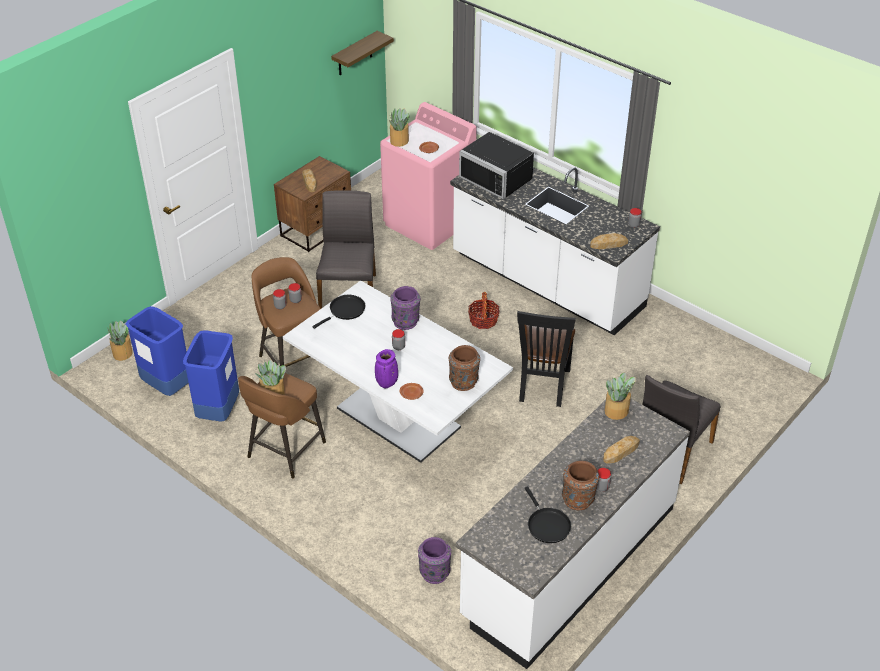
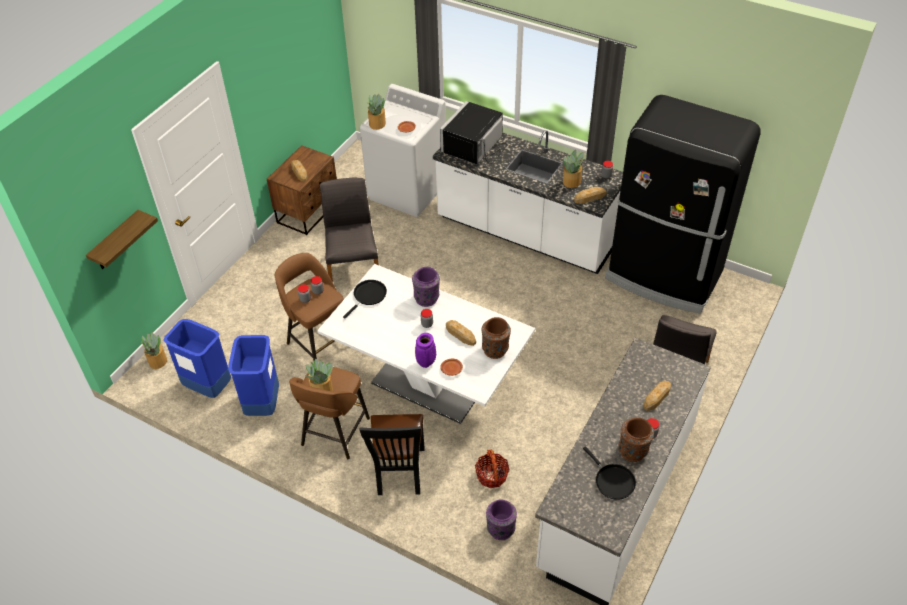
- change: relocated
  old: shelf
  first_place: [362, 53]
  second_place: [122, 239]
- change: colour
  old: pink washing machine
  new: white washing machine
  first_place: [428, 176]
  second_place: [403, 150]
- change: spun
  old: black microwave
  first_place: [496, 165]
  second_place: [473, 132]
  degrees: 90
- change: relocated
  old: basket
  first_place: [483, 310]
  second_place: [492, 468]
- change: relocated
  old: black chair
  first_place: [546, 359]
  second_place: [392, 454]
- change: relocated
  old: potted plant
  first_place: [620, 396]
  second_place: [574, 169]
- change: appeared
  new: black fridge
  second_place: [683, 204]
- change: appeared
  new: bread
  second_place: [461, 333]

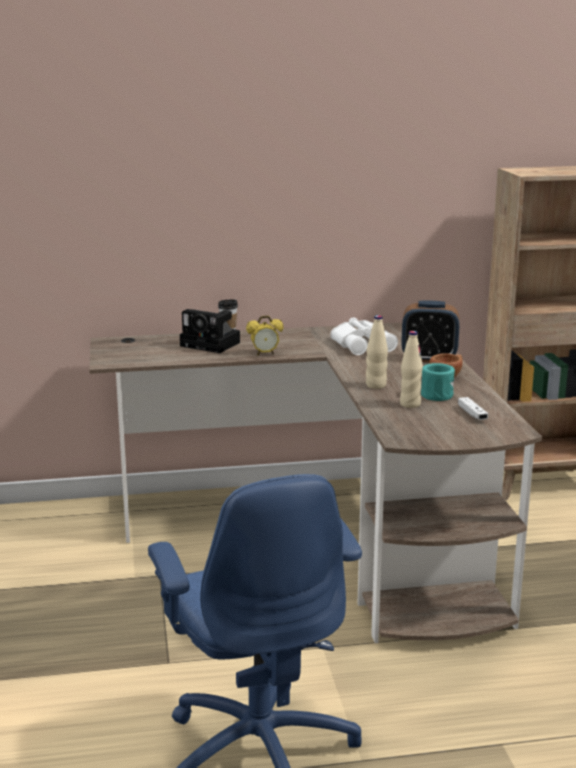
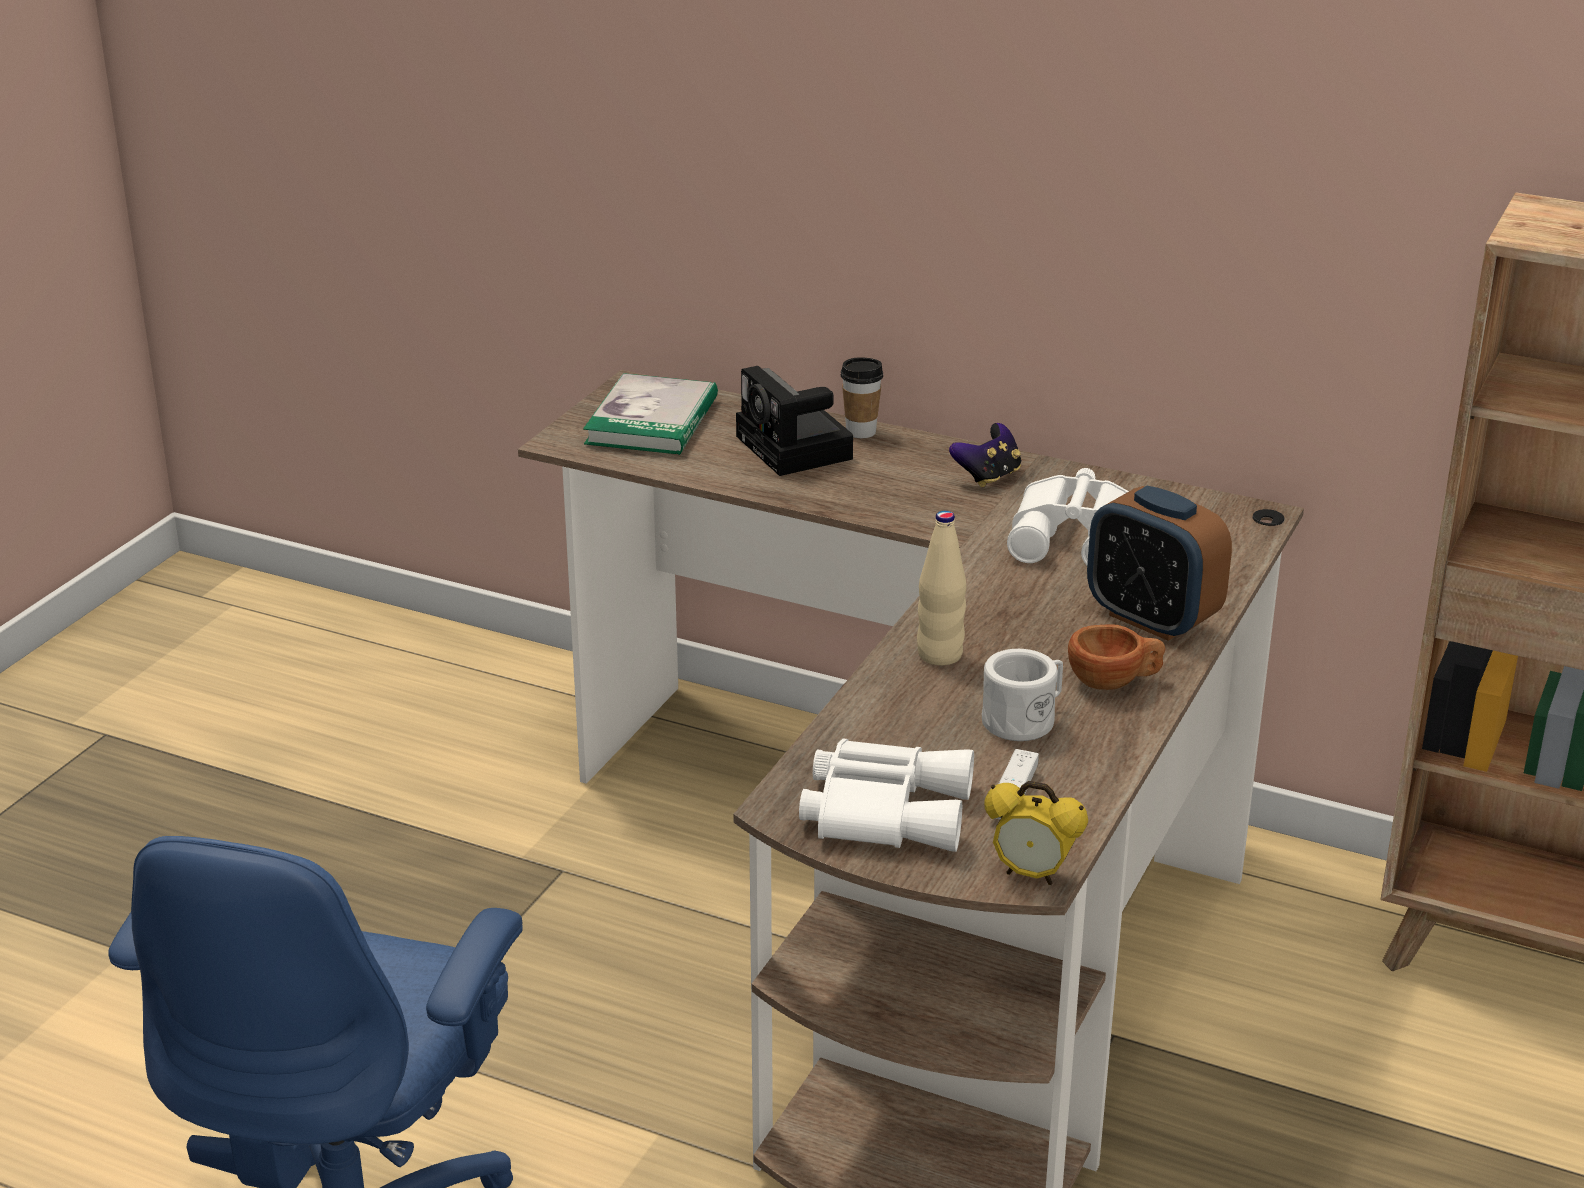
- change: relocated
  old: alarm clock
  first_place: [265, 335]
  second_place: [1036, 833]
- change: missing
  old: beige bottle
  first_place: [411, 369]
- change: colour
  old: turquoise mug
  new: white mug
  first_place: [438, 382]
  second_place: [1022, 695]
- change: appeared
  new: book
  second_place: [650, 414]
- change: appeared
  new: game controller
  second_place: [985, 455]
- change: appeared
  new: white binoculars
  second_place: [886, 795]

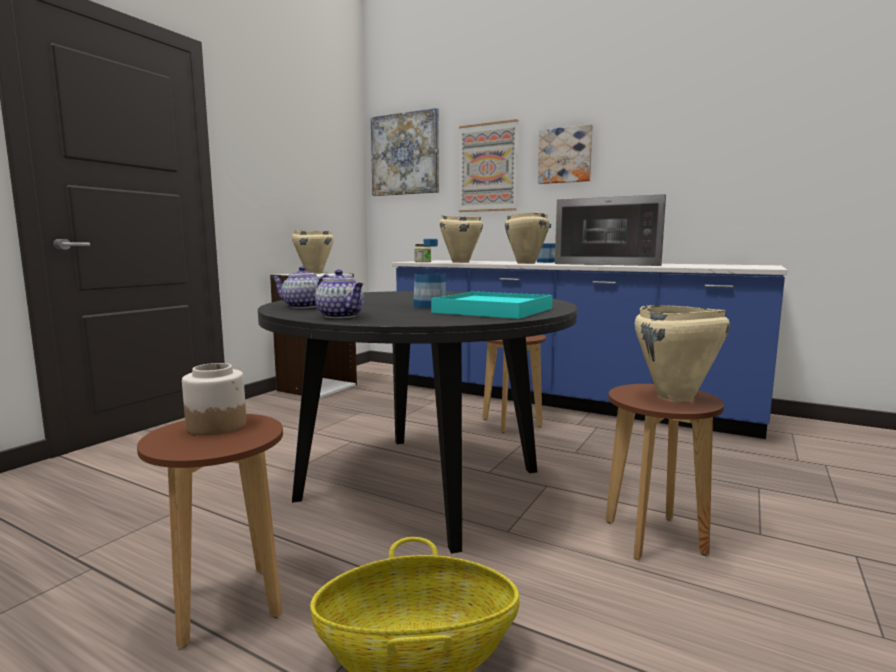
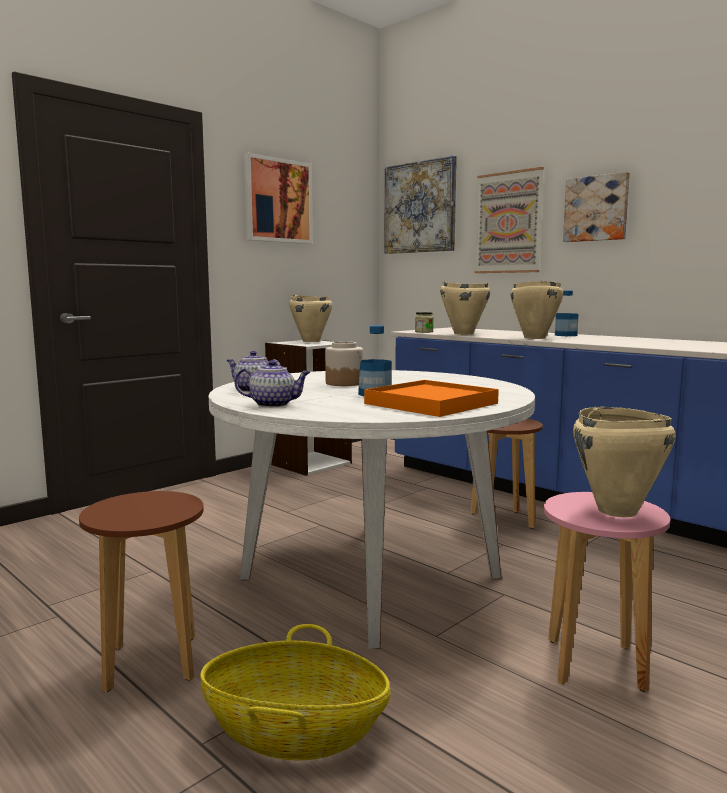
- change: missing
  old: microwave
  first_place: [610, 230]
- change: spun
  old: teapot
  first_place: [339, 294]
  second_place: [272, 383]
  degrees: -60
- change: colour
  old: black dining table
  new: white dining table
  first_place: [417, 422]
  second_place: [372, 509]
- change: colour
  old: turquoise tray
  new: orange tray
  first_place: [492, 305]
  second_place: [431, 398]
- change: relocated
  old: jar
  first_place: [214, 399]
  second_place: [344, 363]
- change: colour
  old: brown stool
  new: pink stool
  first_place: [664, 472]
  second_place: [607, 592]
- change: appeared
  new: picture
  second_place: [278, 198]

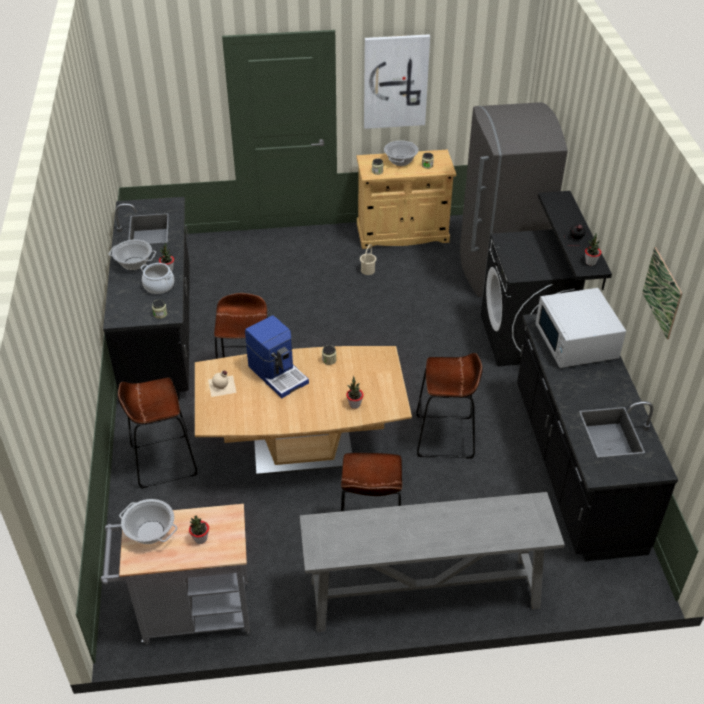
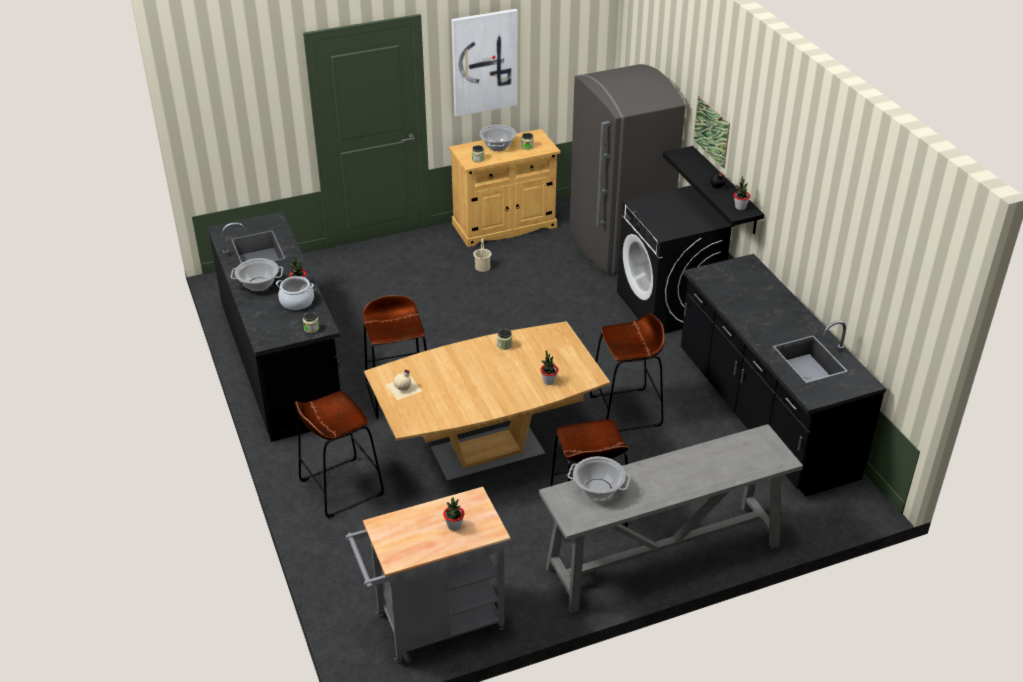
- change: relocated
  old: picture
  first_place: [662, 293]
  second_place: [712, 132]
- change: missing
  old: white microwave
  first_place: [581, 328]
- change: missing
  old: coffee machine
  first_place: [277, 356]
- change: relocated
  old: cooking pot
  first_place: [148, 521]
  second_place: [599, 477]

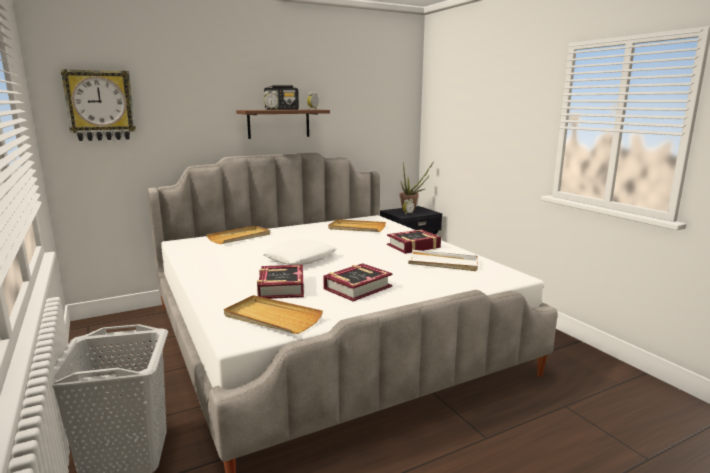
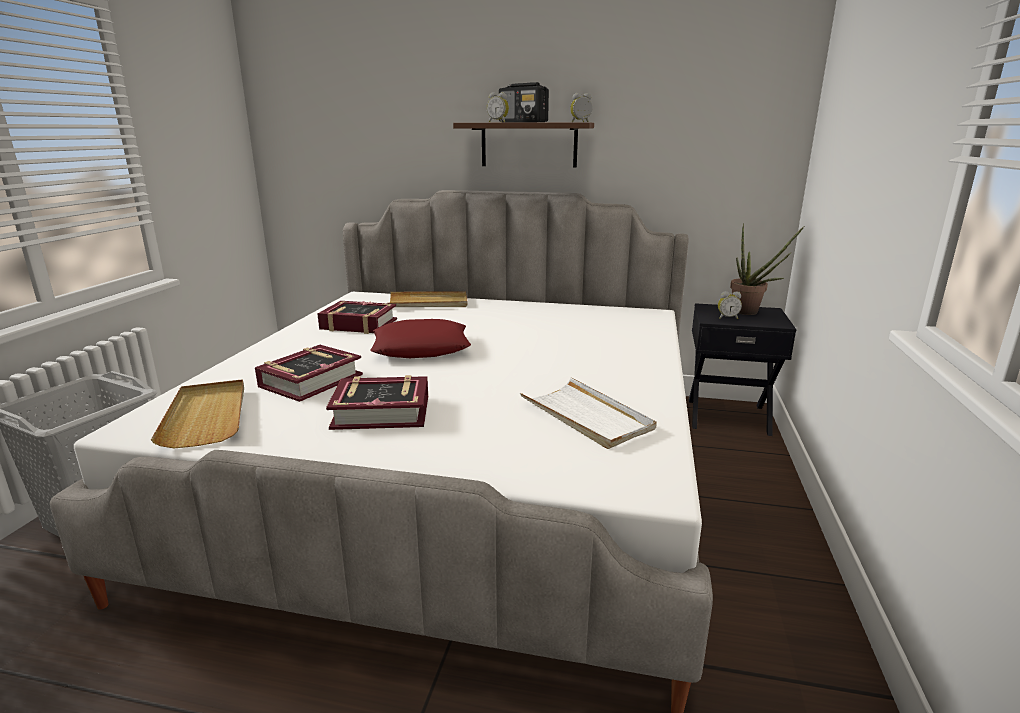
- change: missing
  old: wall clock
  first_place: [98, 105]
- change: missing
  old: beige tray
  first_place: [357, 225]
- change: relocated
  old: book
  first_place: [414, 241]
  second_place: [357, 317]
- change: colour
  old: white pillow
  new: red pillow
  first_place: [299, 252]
  second_place: [420, 338]

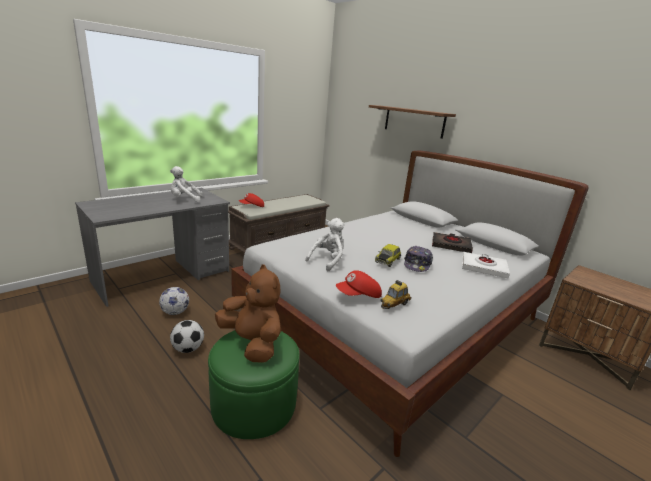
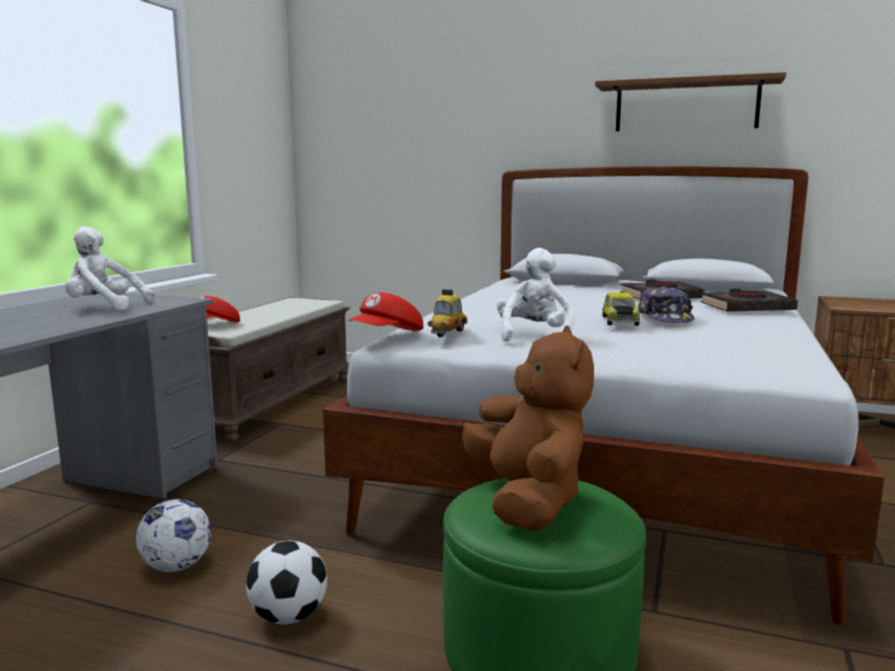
- change: relocated
  old: brown shelf
  first_place: [412, 122]
  second_place: [690, 101]
- change: spun
  old: white plush toy
  first_place: [186, 184]
  second_place: [109, 268]
  degrees: 45
- change: colour
  old: white book
  new: black book
  first_place: [486, 265]
  second_place: [749, 300]
- change: spun
  old: brown plush toy
  first_place: [248, 313]
  second_place: [528, 428]
  degrees: 60
- change: relocated
  old: red cap
  first_place: [359, 284]
  second_place: [386, 311]
- change: relocated
  old: toy car
  first_place: [396, 294]
  second_place: [447, 313]

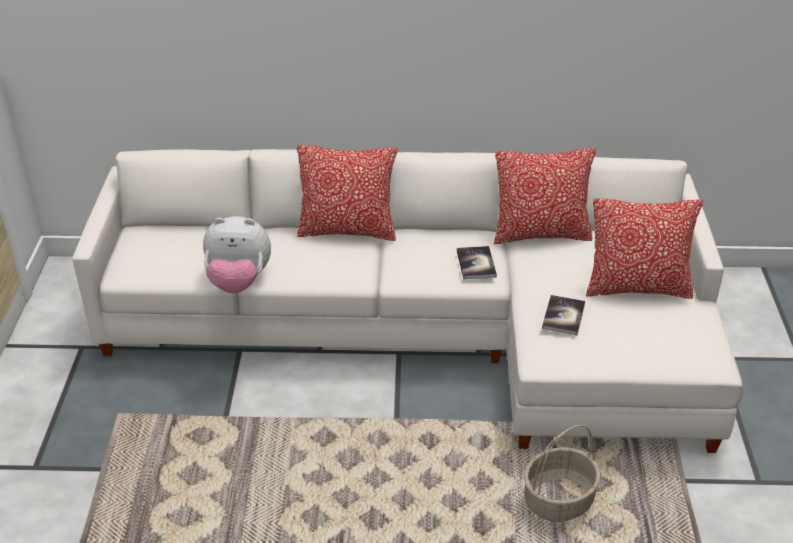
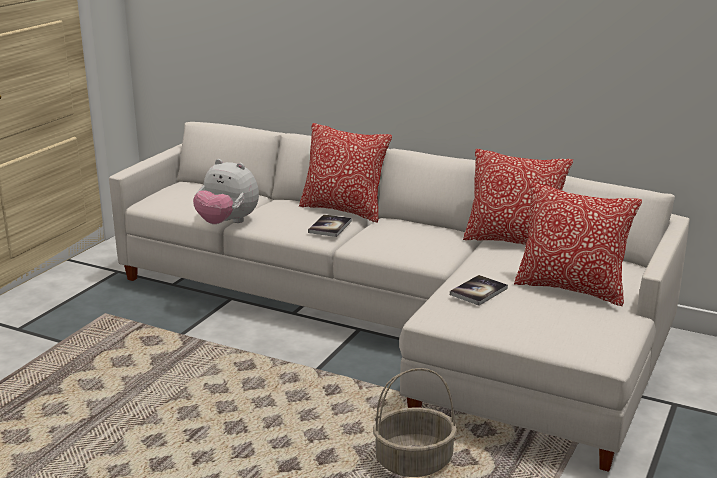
- change: relocated
  old: book
  first_place: [477, 263]
  second_place: [330, 225]

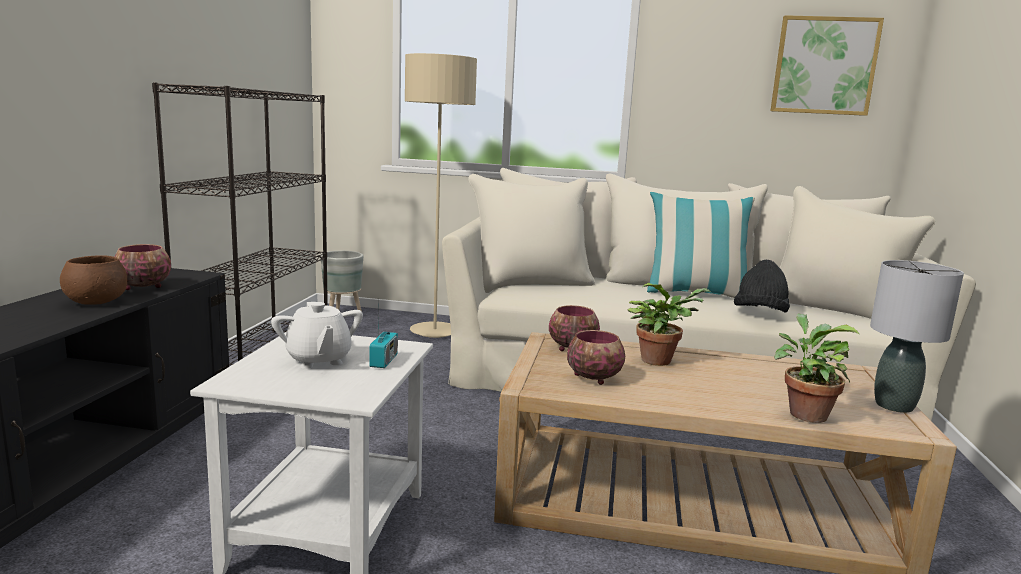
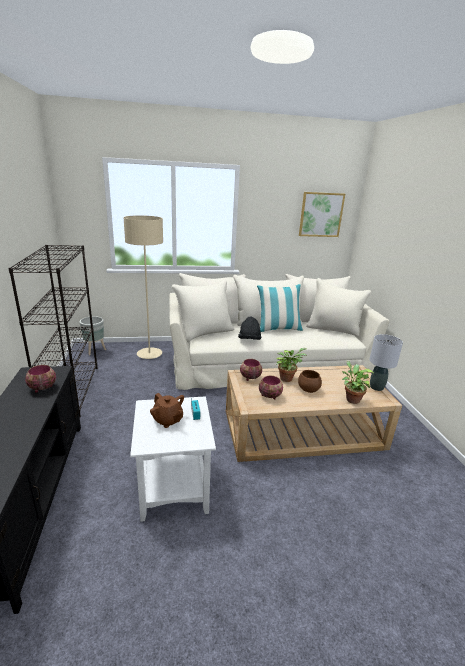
- change: relocated
  old: brown bowl
  first_place: [93, 280]
  second_place: [310, 381]
- change: relocated
  old: black hat
  first_place: [762, 286]
  second_place: [249, 328]
- change: colour
  old: white teapot
  new: brown teapot
  first_place: [317, 335]
  second_place: [167, 410]

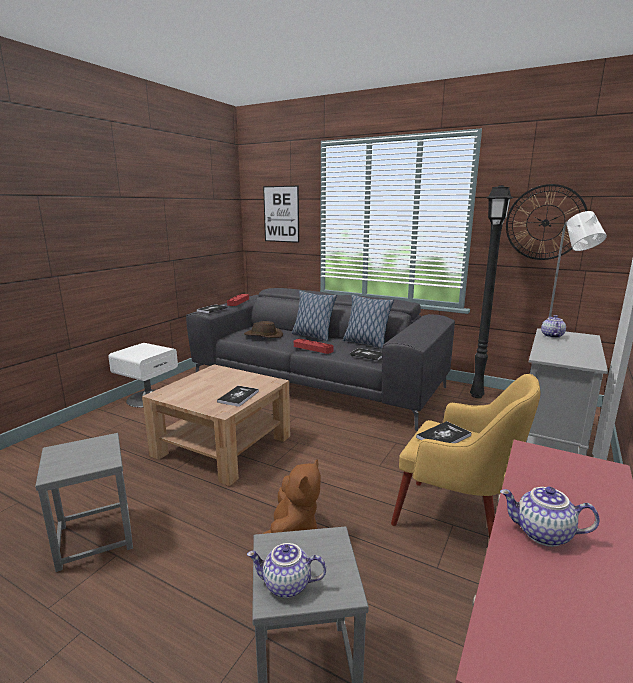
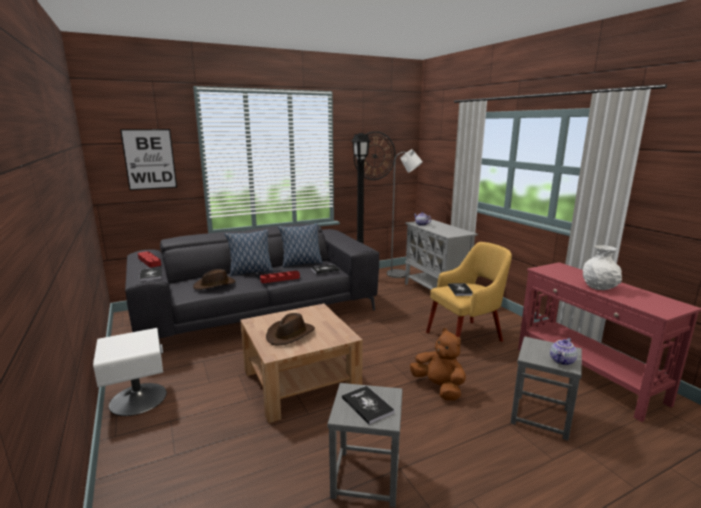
- change: relocated
  old: book
  first_place: [238, 396]
  second_place: [368, 405]
- change: exchanged
  old: teapot
  new: white vase
  first_place: [549, 517]
  second_place: [602, 267]
- change: appeared
  new: brown hat
  second_place: [290, 329]

